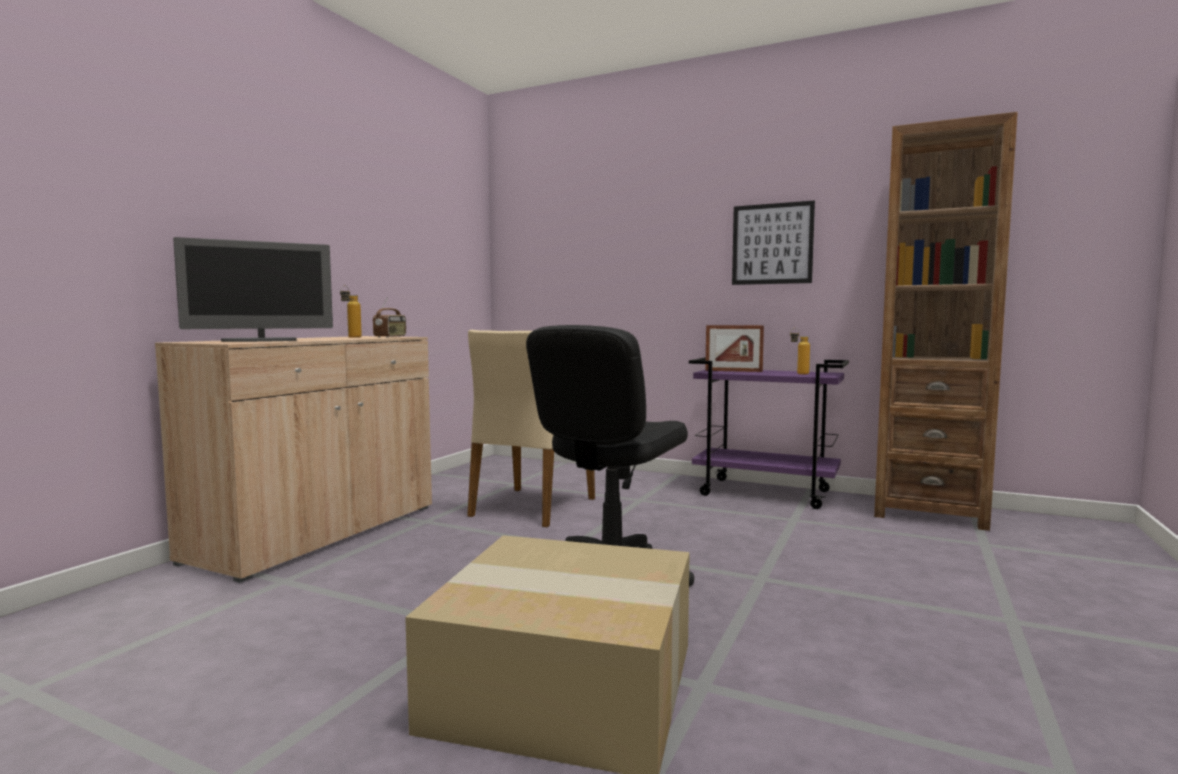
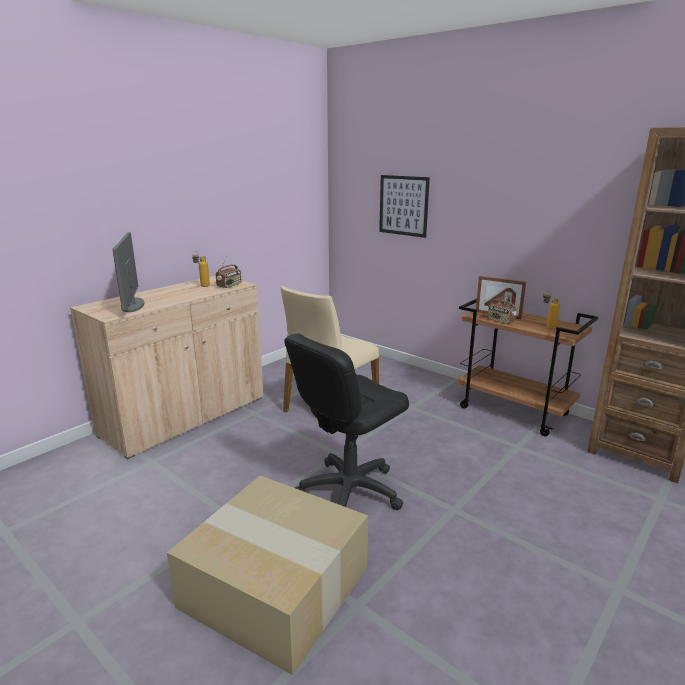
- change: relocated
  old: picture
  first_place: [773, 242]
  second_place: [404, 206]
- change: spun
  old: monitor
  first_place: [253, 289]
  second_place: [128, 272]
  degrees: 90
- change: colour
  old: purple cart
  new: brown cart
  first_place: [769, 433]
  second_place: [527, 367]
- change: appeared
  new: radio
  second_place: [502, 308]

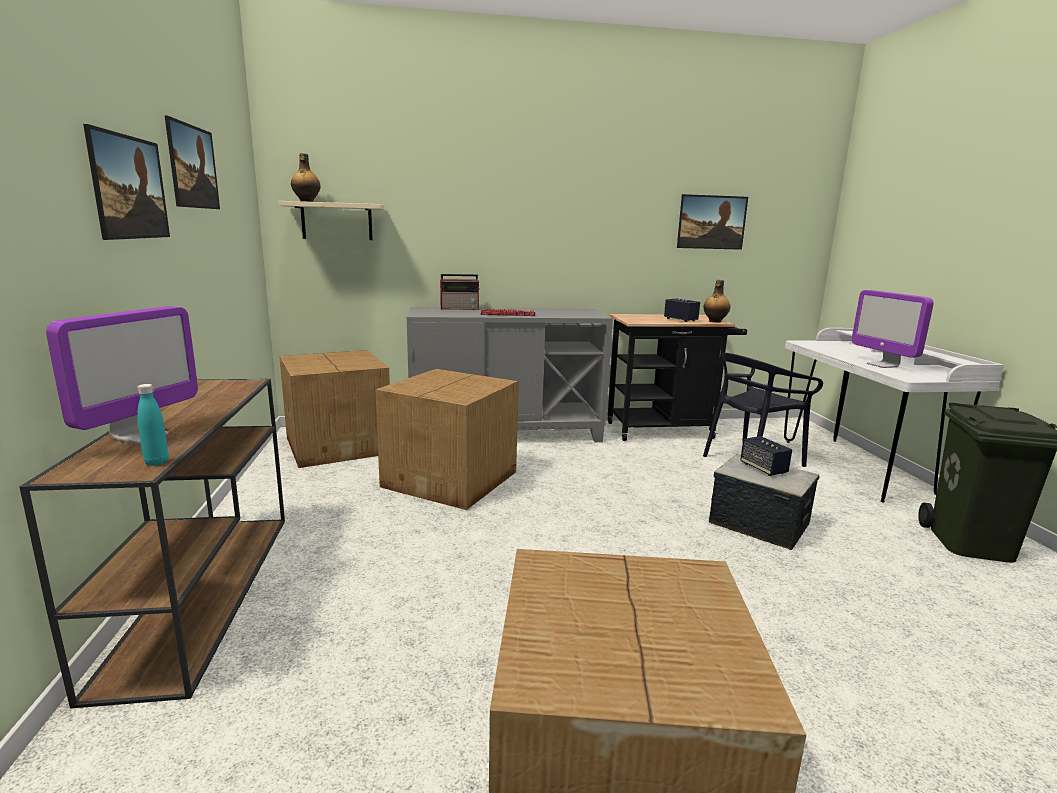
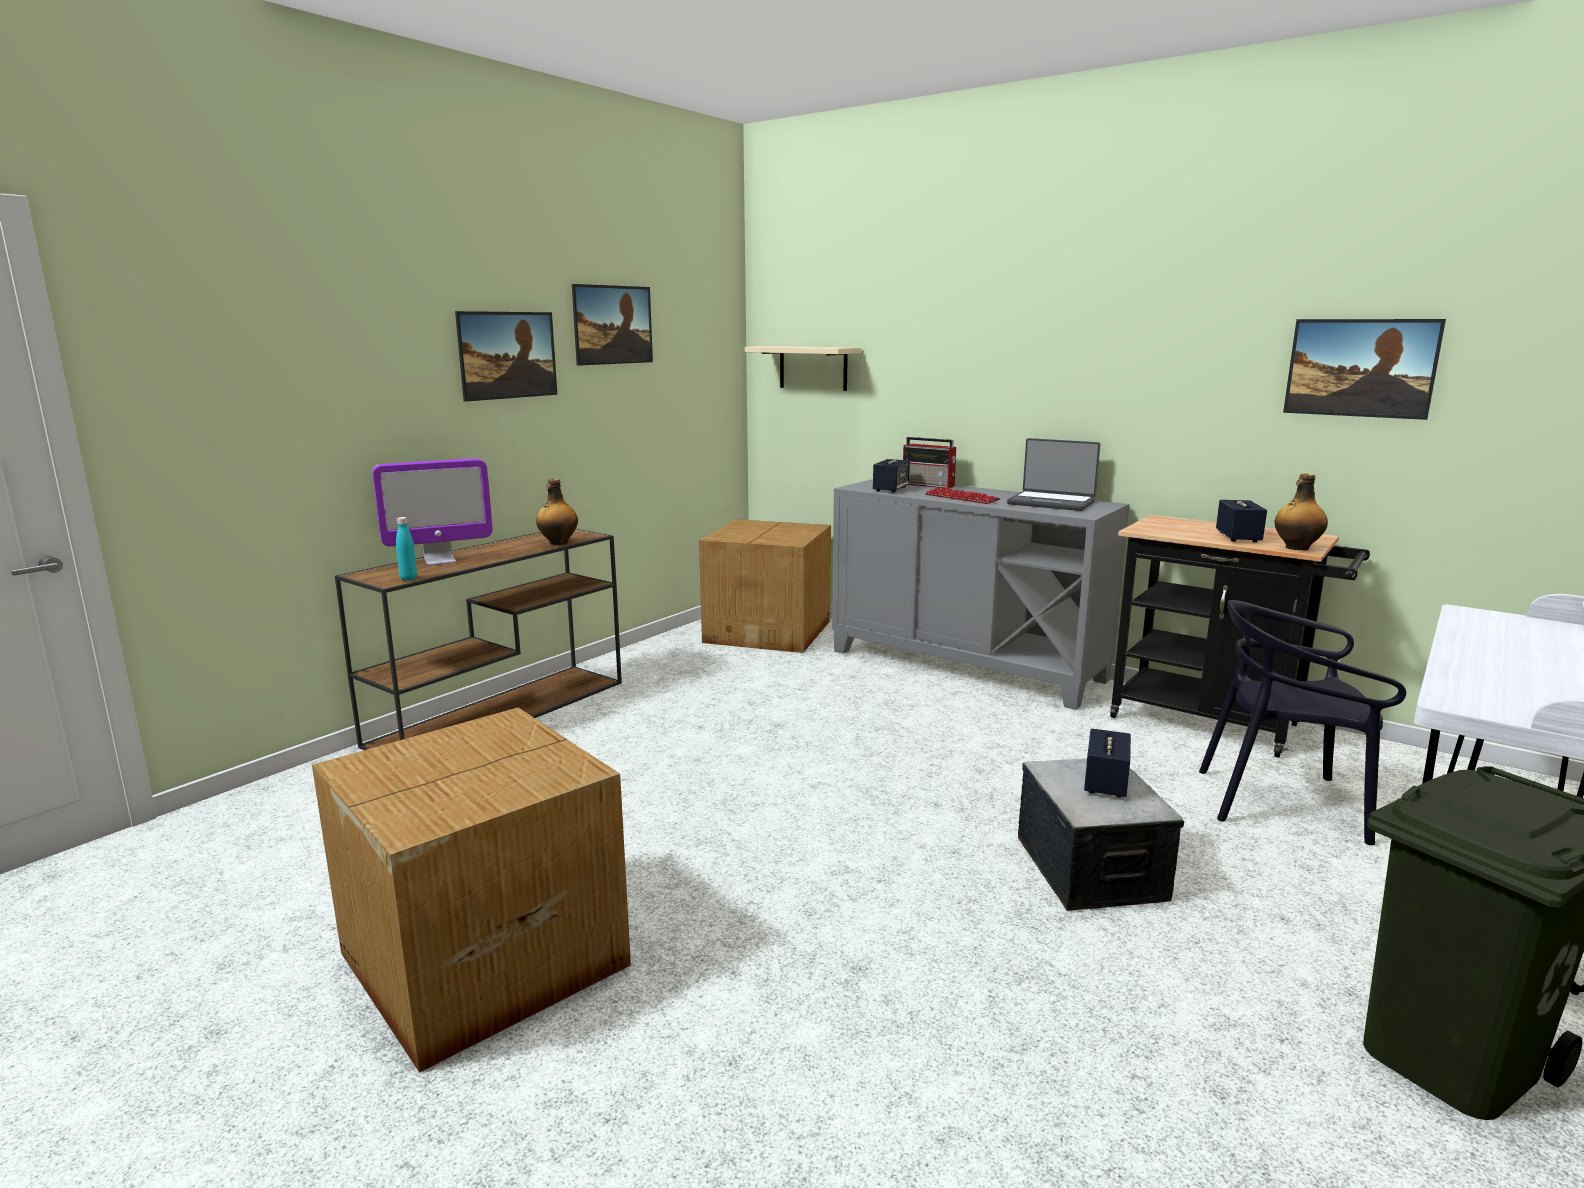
- change: relocated
  old: bottle
  first_place: [306, 177]
  second_place: [557, 512]
- change: missing
  old: monitor
  first_place: [893, 329]
- change: missing
  old: cardboard box
  first_place: [446, 439]
- change: appeared
  new: laptop
  second_place: [1054, 474]
- change: appeared
  new: speaker
  second_place: [891, 476]

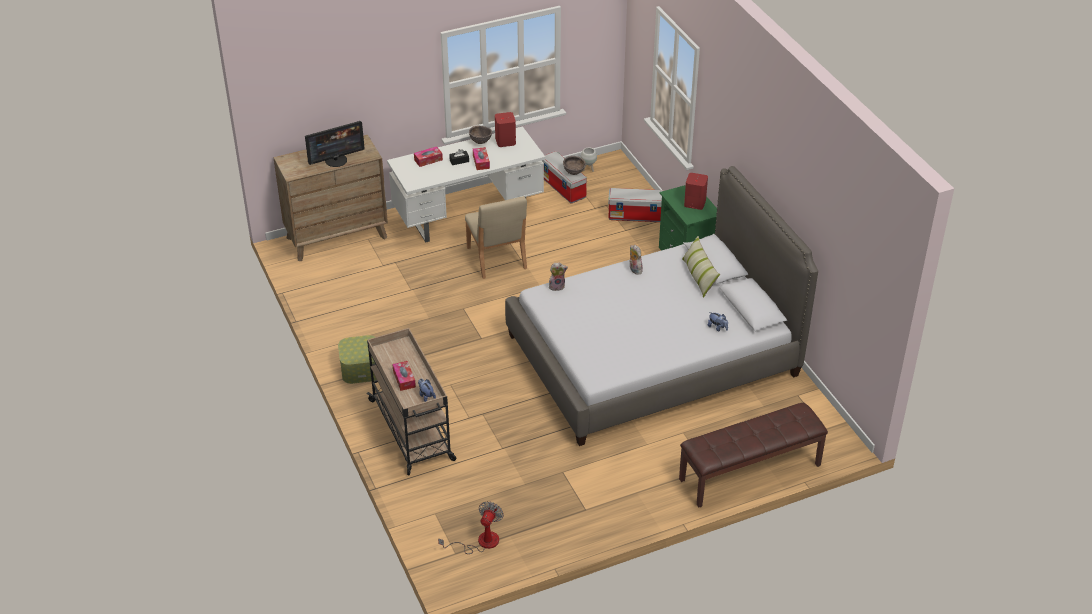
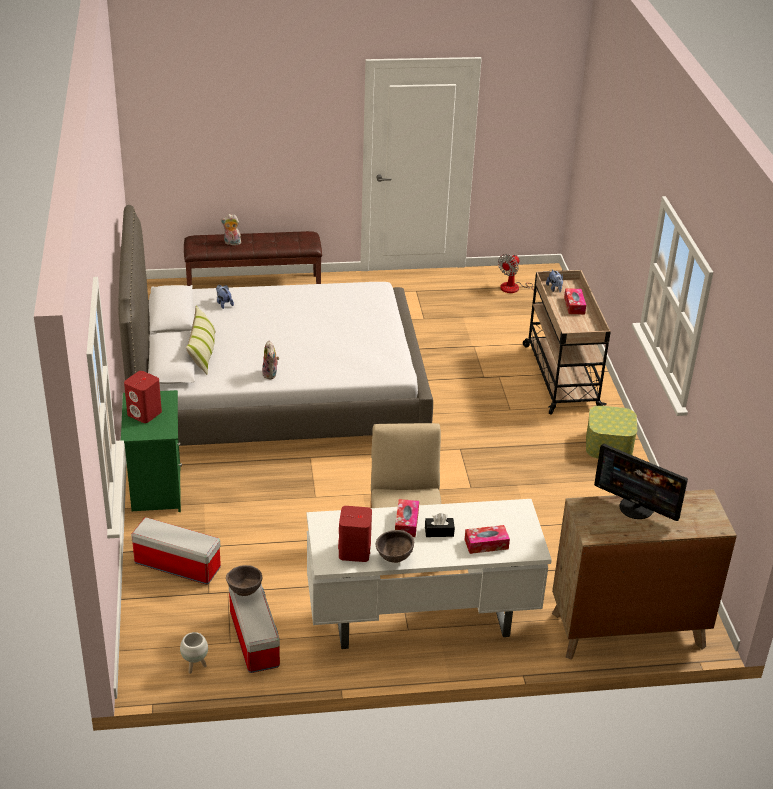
- change: spun
  old: monitor
  first_place: [335, 144]
  second_place: [641, 482]
  degrees: -135
- change: relocated
  old: plush toy
  first_place: [558, 276]
  second_place: [231, 229]

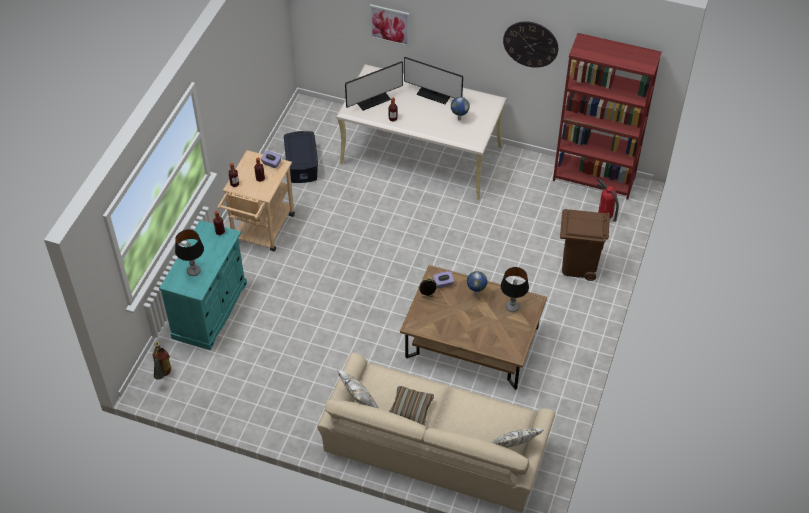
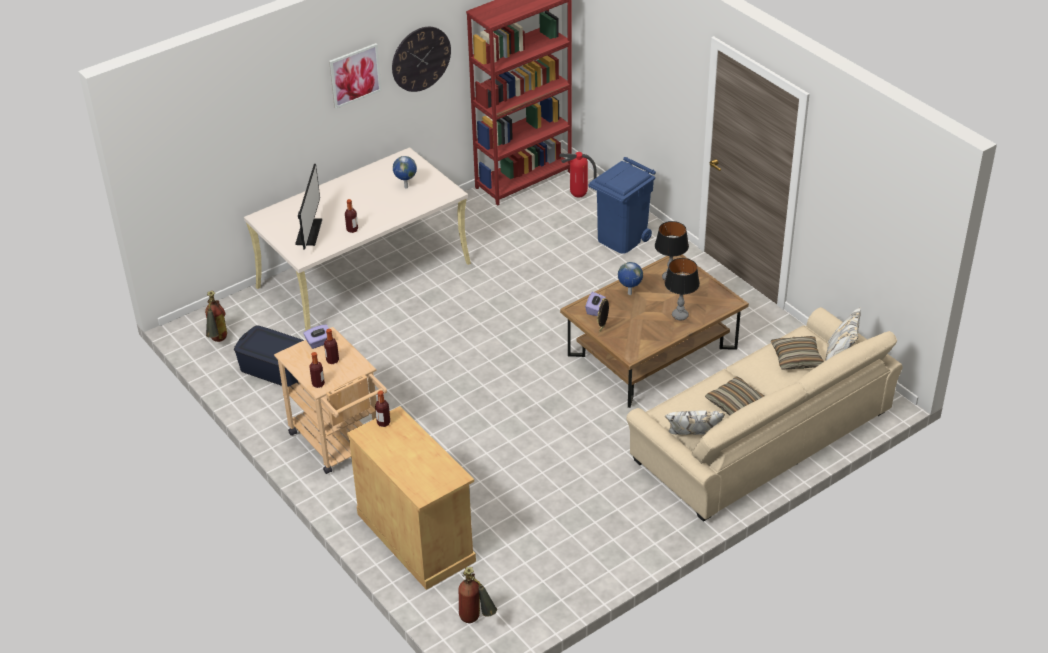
- change: relocated
  old: picture
  first_place: [389, 25]
  second_place: [355, 76]
- change: missing
  old: monitor
  first_place: [433, 80]
- change: colour
  old: brown trash can
  new: blue trash can
  first_place: [585, 245]
  second_place: [622, 205]
- change: colour
  old: turquoise cabinet
  new: beige cabinet
  first_place: [203, 285]
  second_place: [411, 498]
- change: relocated
  old: table lamp
  first_place: [189, 253]
  second_place: [682, 289]
- change: appeared
  new: fire extinguisher
  second_place: [216, 316]
- change: appeared
  new: pillow
  second_place: [797, 352]

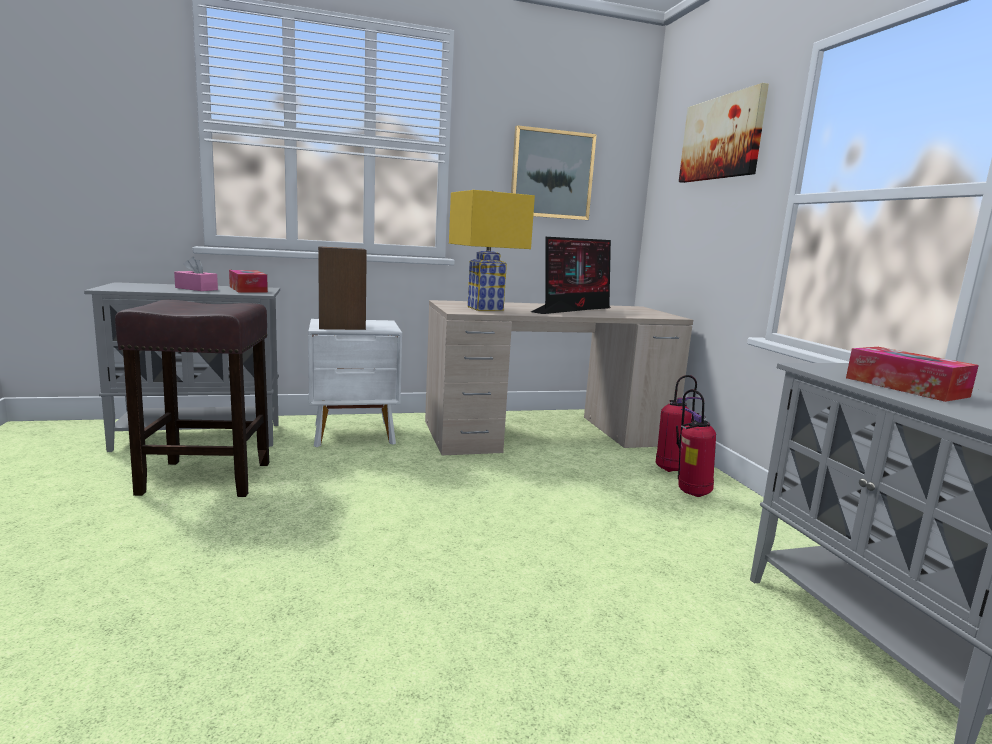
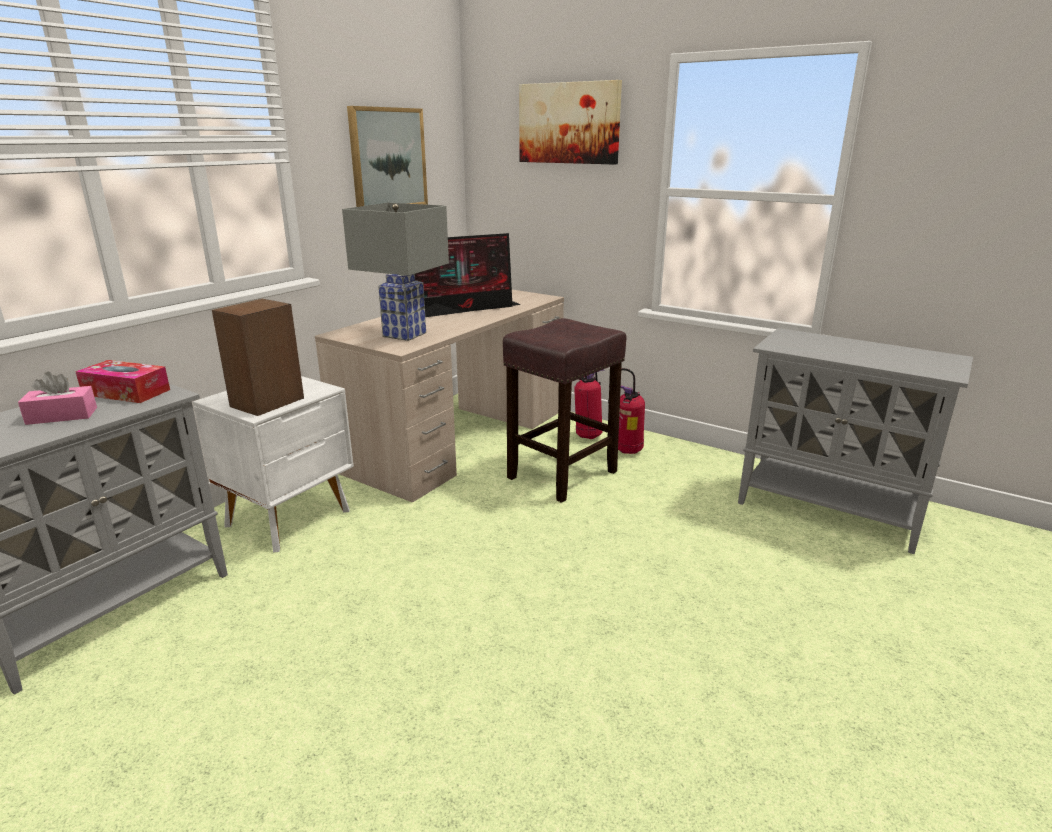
- change: colour
  old: yellow table lamp
  new: grey table lamp
  first_place: [492, 250]
  second_place: [395, 272]
- change: spun
  old: monitor
  first_place: [571, 275]
  second_place: [468, 275]
  degrees: 60
- change: relocated
  old: brown stool
  first_place: [192, 398]
  second_place: [565, 410]
- change: missing
  old: tissue box
  first_place: [912, 374]

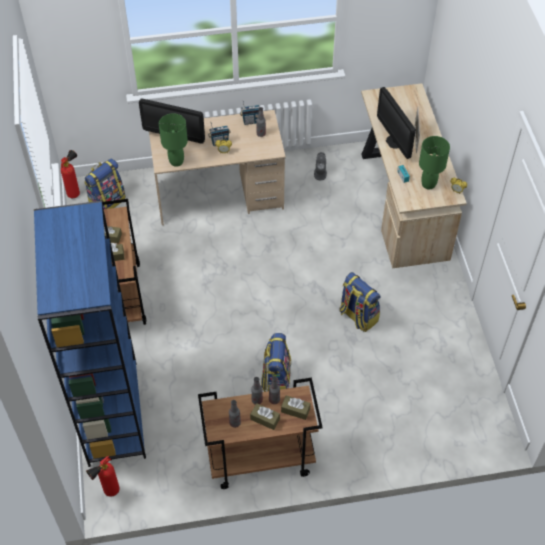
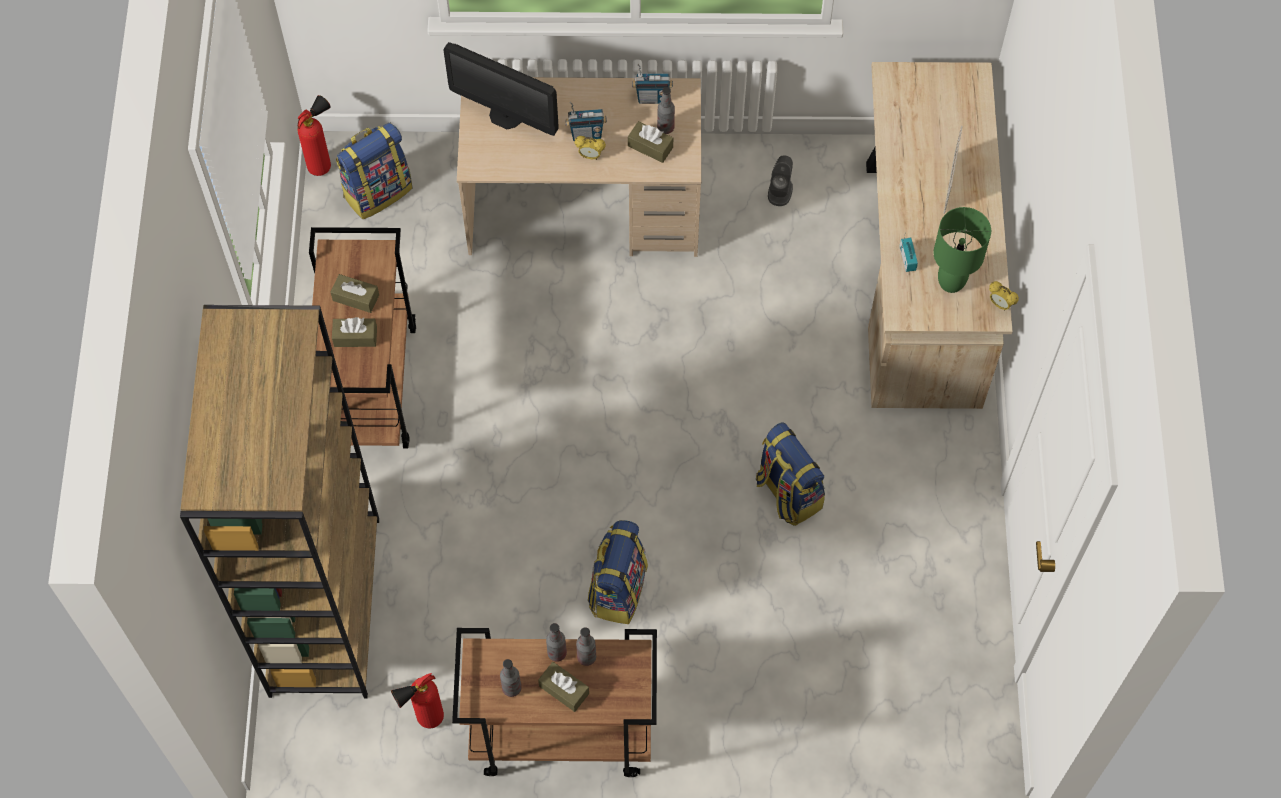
- change: missing
  old: monitor
  first_place: [396, 123]
- change: missing
  old: green table lamp
  first_place: [173, 140]
- change: colour
  old: blue bookcase
  new: brown bookcase
  first_place: [90, 334]
  second_place: [279, 501]
- change: relocated
  old: brown tissue box
  first_place: [296, 407]
  second_place: [650, 142]
- change: relocated
  old: fire extinguisher
  first_place: [103, 476]
  second_place: [417, 700]

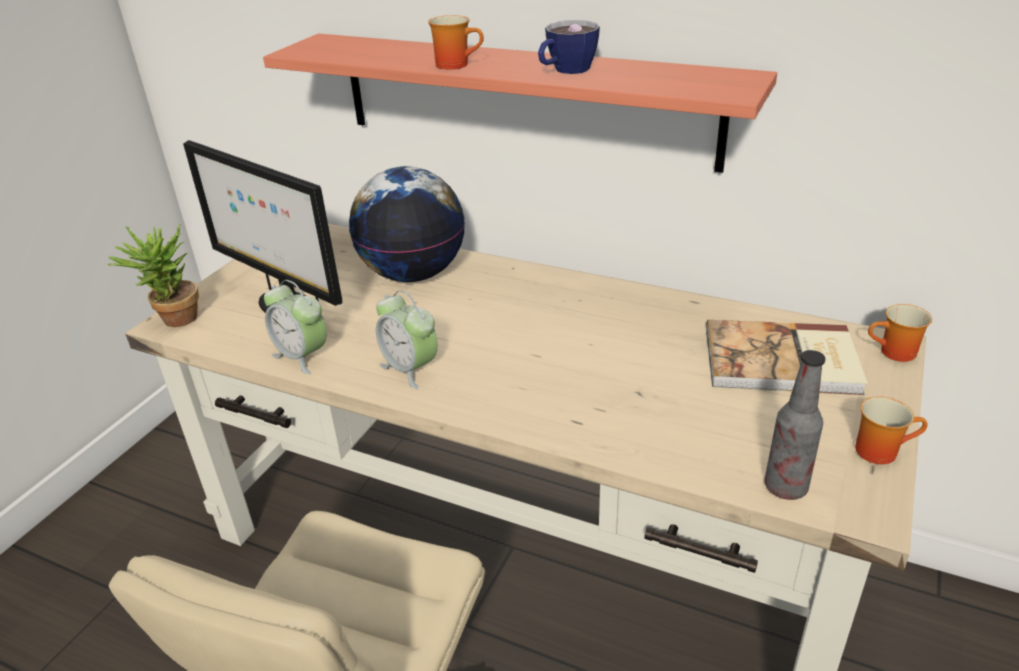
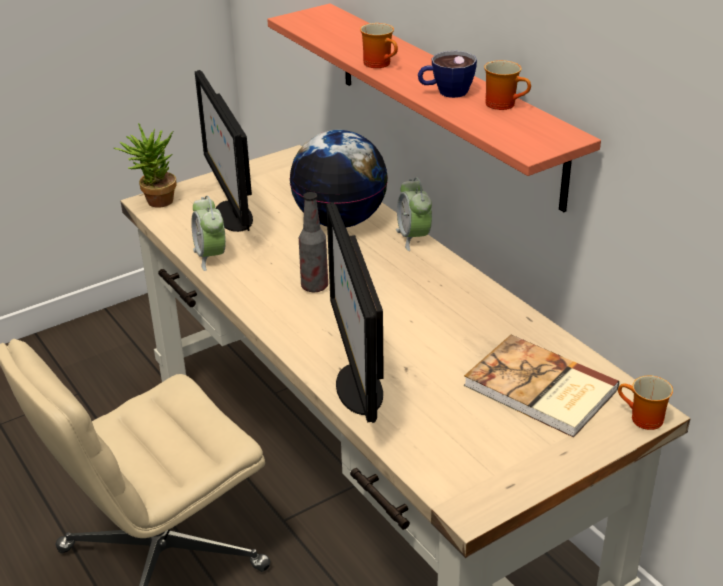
- change: relocated
  old: alarm clock
  first_place: [407, 339]
  second_place: [414, 214]
- change: relocated
  old: bottle
  first_place: [795, 425]
  second_place: [313, 242]
- change: relocated
  old: mug
  first_place: [891, 430]
  second_place: [507, 85]
- change: appeared
  new: monitor
  second_place: [355, 312]

